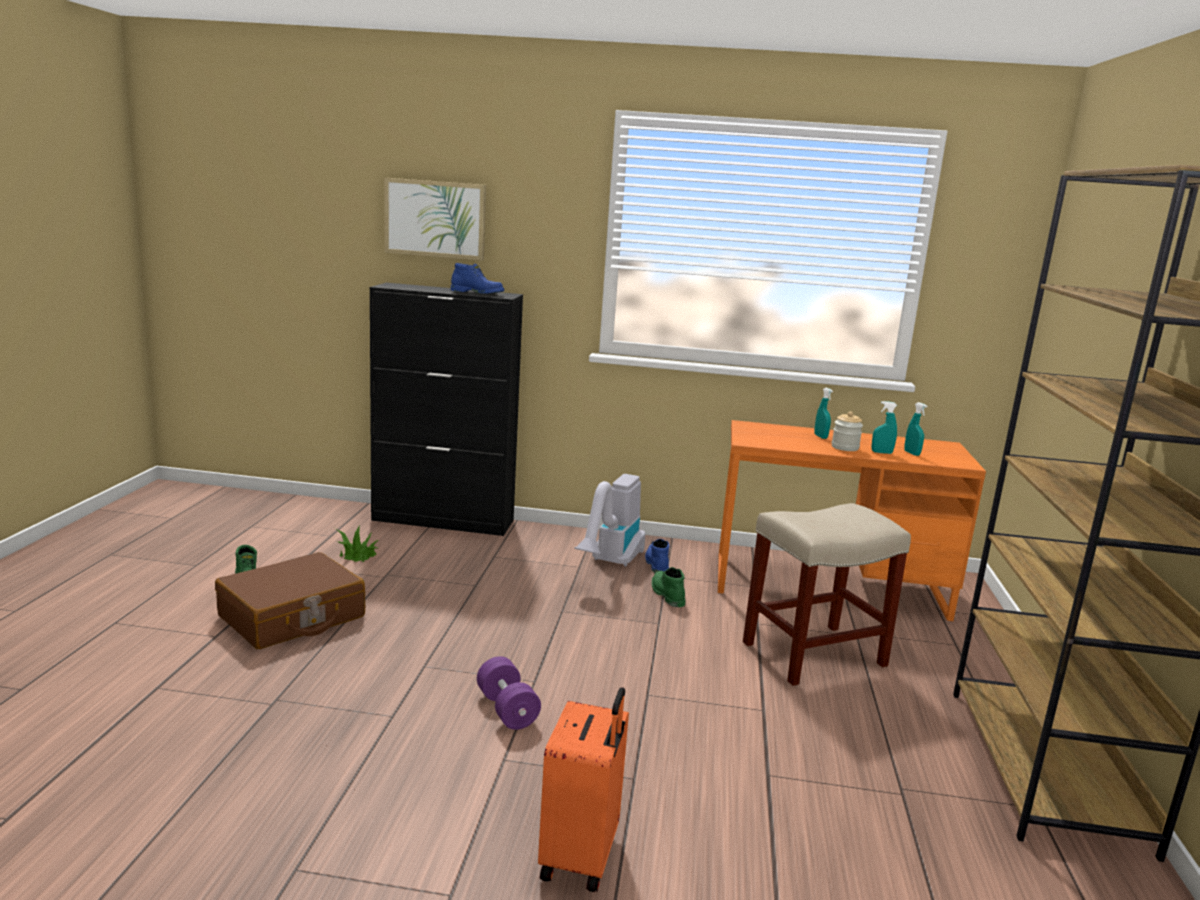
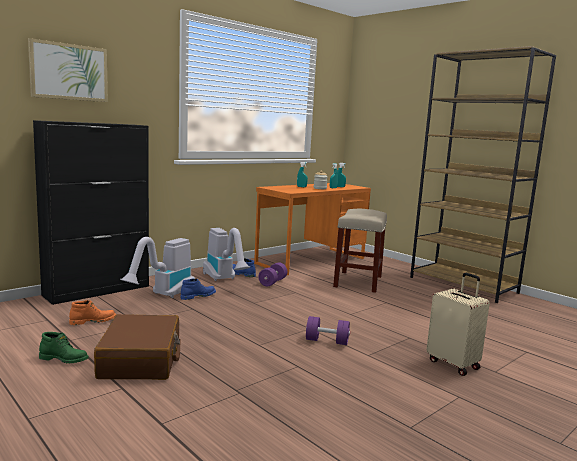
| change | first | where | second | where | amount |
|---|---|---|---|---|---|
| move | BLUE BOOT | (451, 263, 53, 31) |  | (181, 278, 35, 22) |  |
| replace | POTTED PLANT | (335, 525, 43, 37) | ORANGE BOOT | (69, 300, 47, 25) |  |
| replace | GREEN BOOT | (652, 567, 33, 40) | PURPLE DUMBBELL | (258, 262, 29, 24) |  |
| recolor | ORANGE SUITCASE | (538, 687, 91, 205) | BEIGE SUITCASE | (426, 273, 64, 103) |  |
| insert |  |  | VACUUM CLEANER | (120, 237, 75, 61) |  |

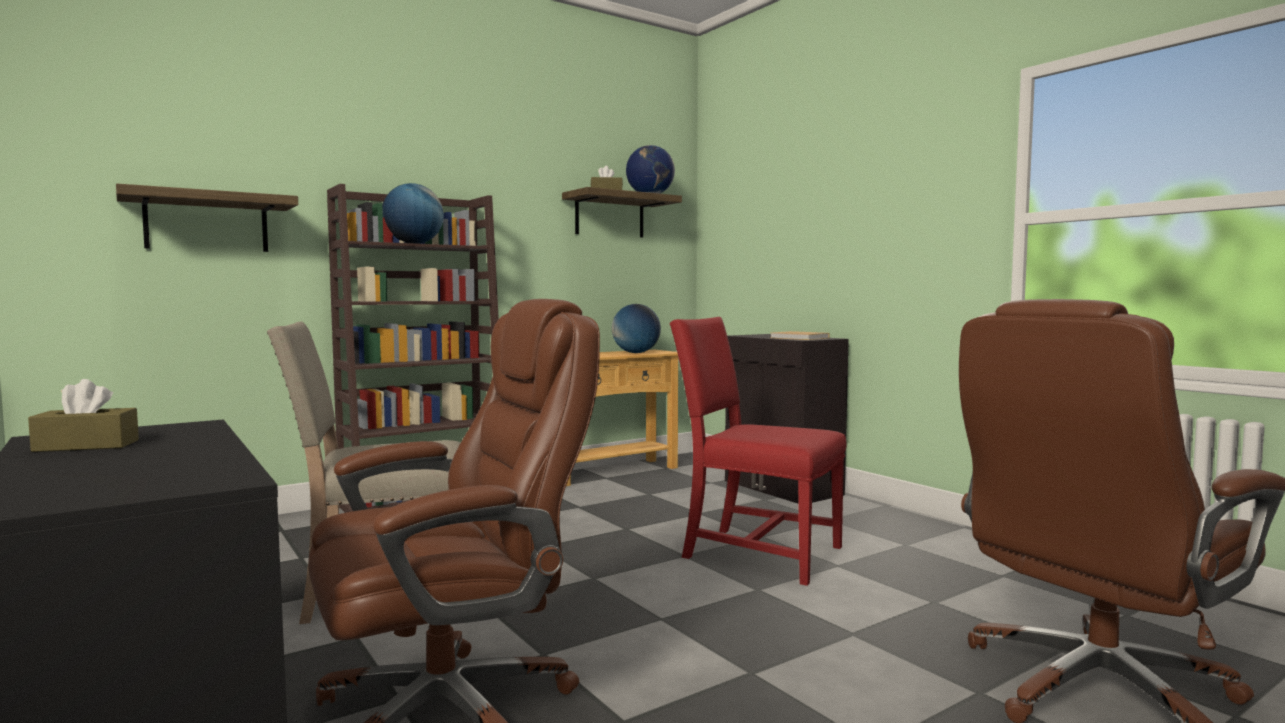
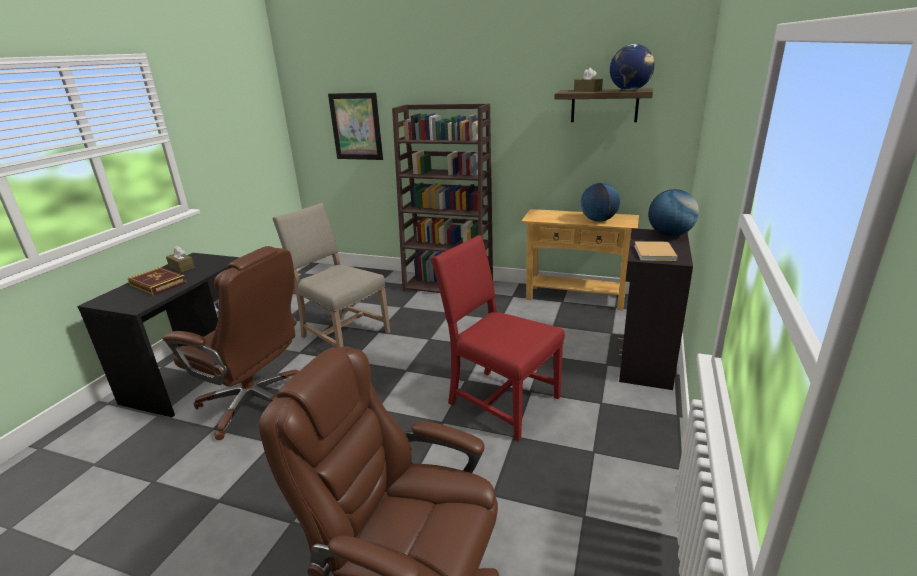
| change | first | where | second | where | amount |
|---|---|---|---|---|---|
| move | GLOBE | (382, 183, 62, 61) |  | (648, 189, 51, 48) |  |
| replace | SHELF | (116, 184, 182, 68) | PICTURE | (328, 93, 55, 67) |  |
| rotate | RED CHAIR | (670, 317, 177, 269) |  | (431, 235, 134, 207) | 45 degrees counterclockwise |
| insert |  |  | BOOK | (127, 267, 60, 28) |  |

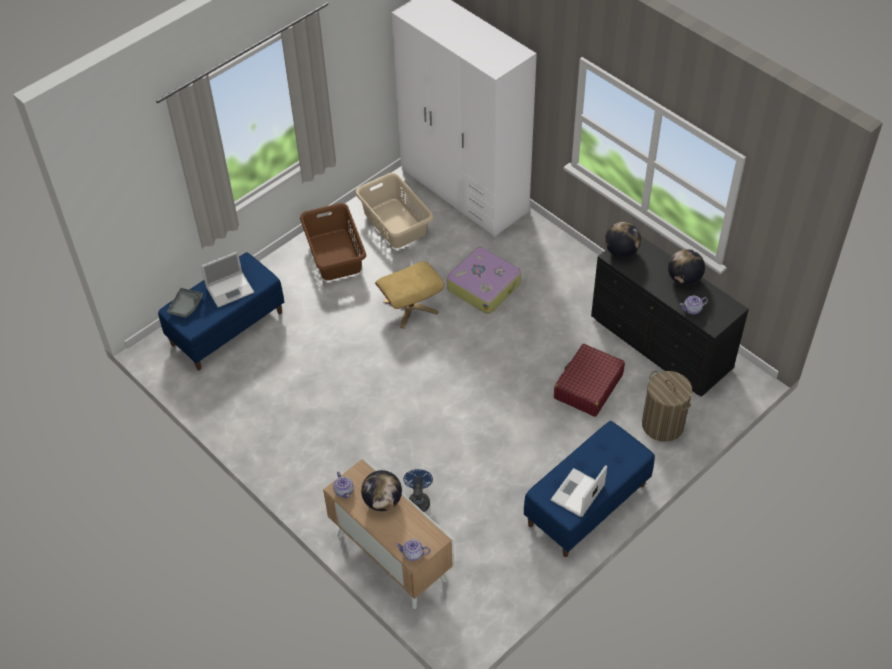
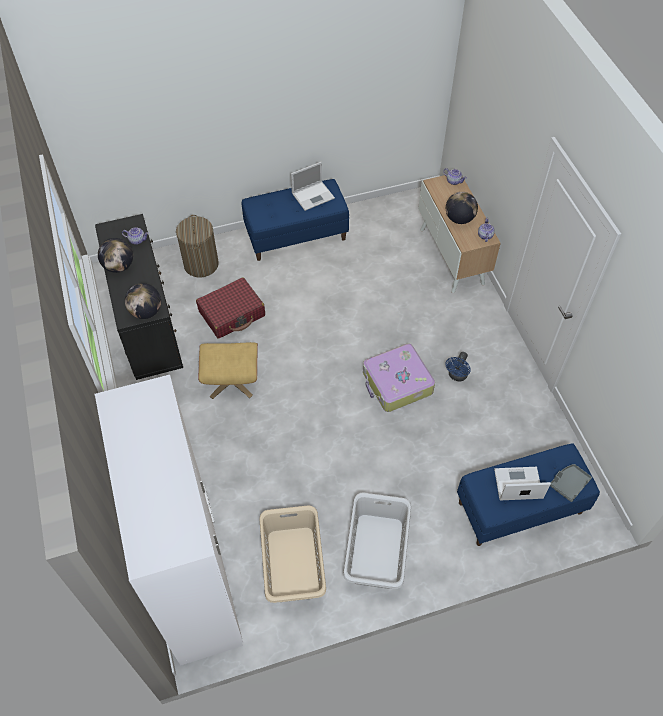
| change | first | where | second | where | amount |
|---|---|---|---|---|---|
| recolor | BROWN LAUNDRY BASKET | (300, 203, 66, 78) | GREY LAUNDRY BASKET | (343, 493, 68, 96) |  |
| move | SUITCASE | (447, 247, 74, 67) |  | (363, 343, 72, 69) |  |
| move | BEIGE OTTOMAN | (375, 261, 69, 67) |  | (198, 342, 60, 57) |  |
| move | BLUE FAN | (403, 469, 30, 43) |  | (445, 352, 26, 29) |  |

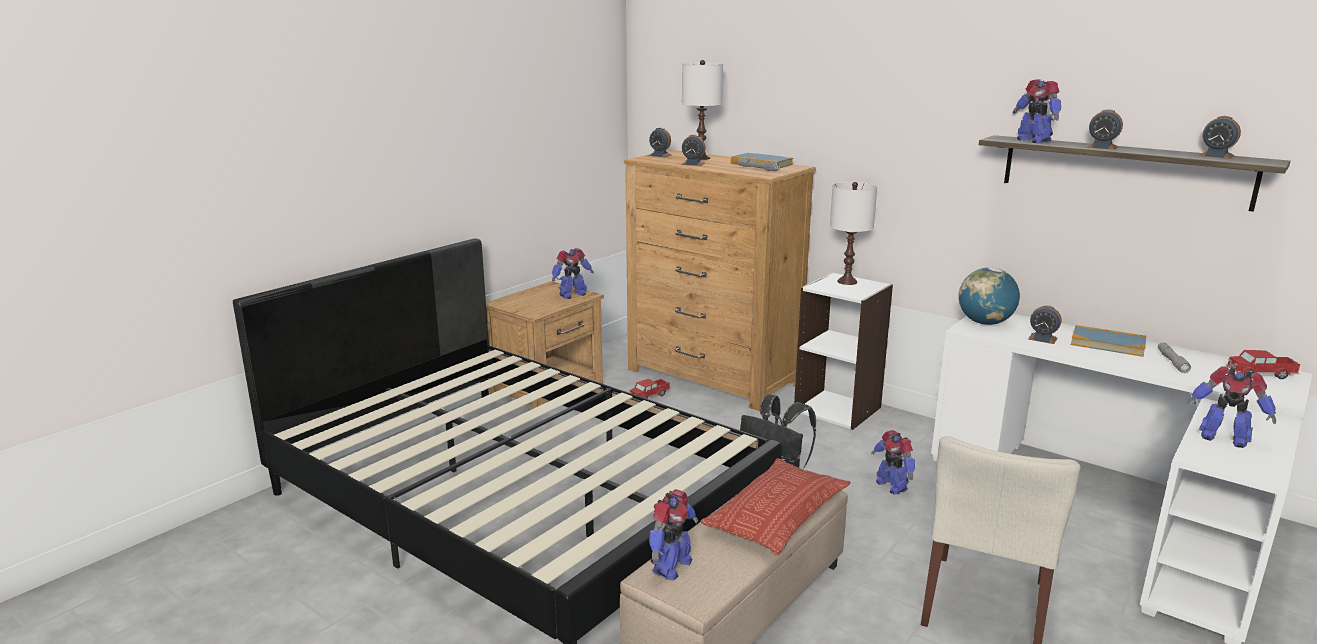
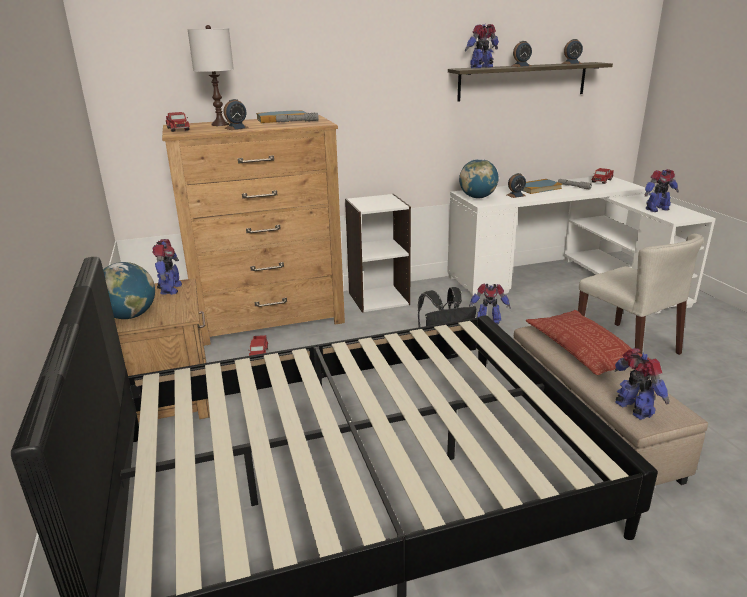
| change | first | where | second | where | amount |
|---|---|---|---|---|---|
| rotate | TOY ROBOT | (1012, 79, 49, 64) |  | (465, 24, 34, 44) | 135 degrees clockwise |
| replace | ALARM CLOCK | (648, 128, 23, 29) | TOY TRUCK | (166, 112, 24, 20) |  |
| delete | WHITE TABLE LAMP | (830, 182, 47, 103) |  |  |  |
| insert |  |  | GLOBE | (103, 262, 52, 57) |  |

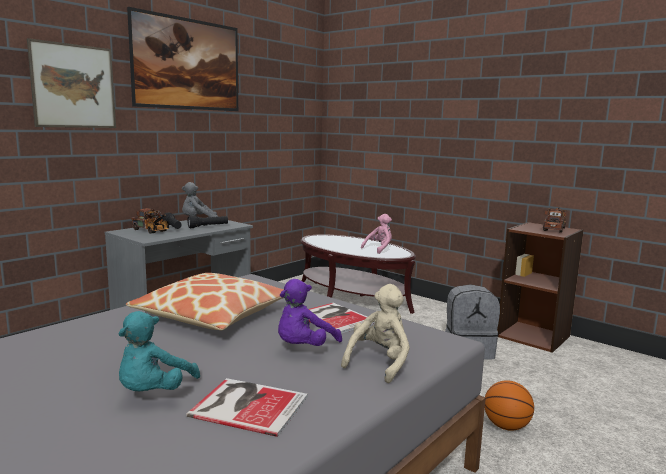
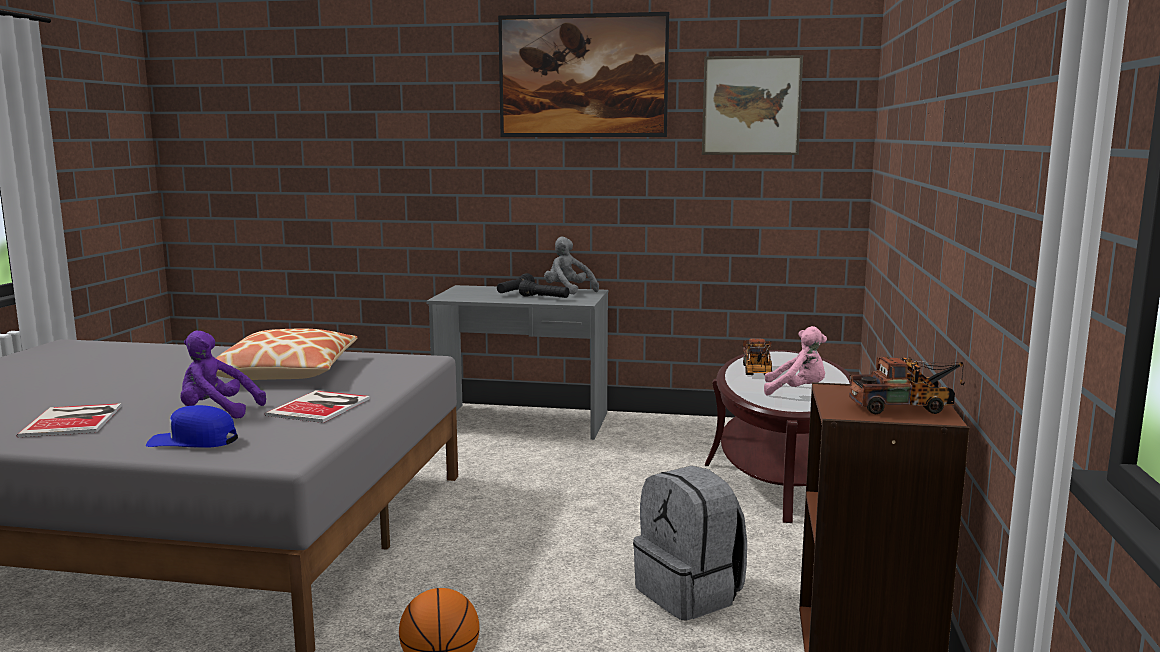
| change | first | where | second | where | amount |
|---|---|---|---|---|---|
| move | PICTURE | (27, 38, 89, 90) |  | (702, 55, 101, 100) |  |
| move | TOY TRUCK | (131, 208, 38, 26) |  | (743, 338, 29, 37) |  |
| replace | BEIGE PLUSH TOY | (341, 284, 69, 99) | BLUE CAP | (146, 405, 92, 43) |  |
| delete | TURQUOISE PLUSH TOY | (118, 311, 82, 81) |  |  |  |

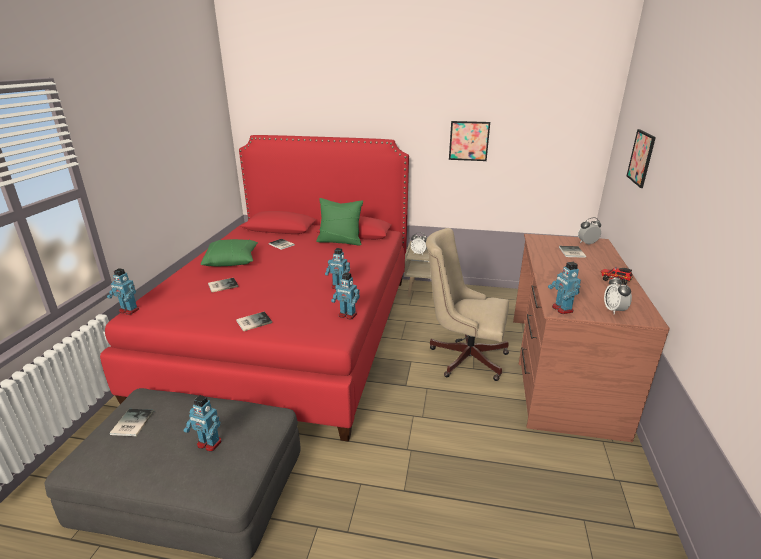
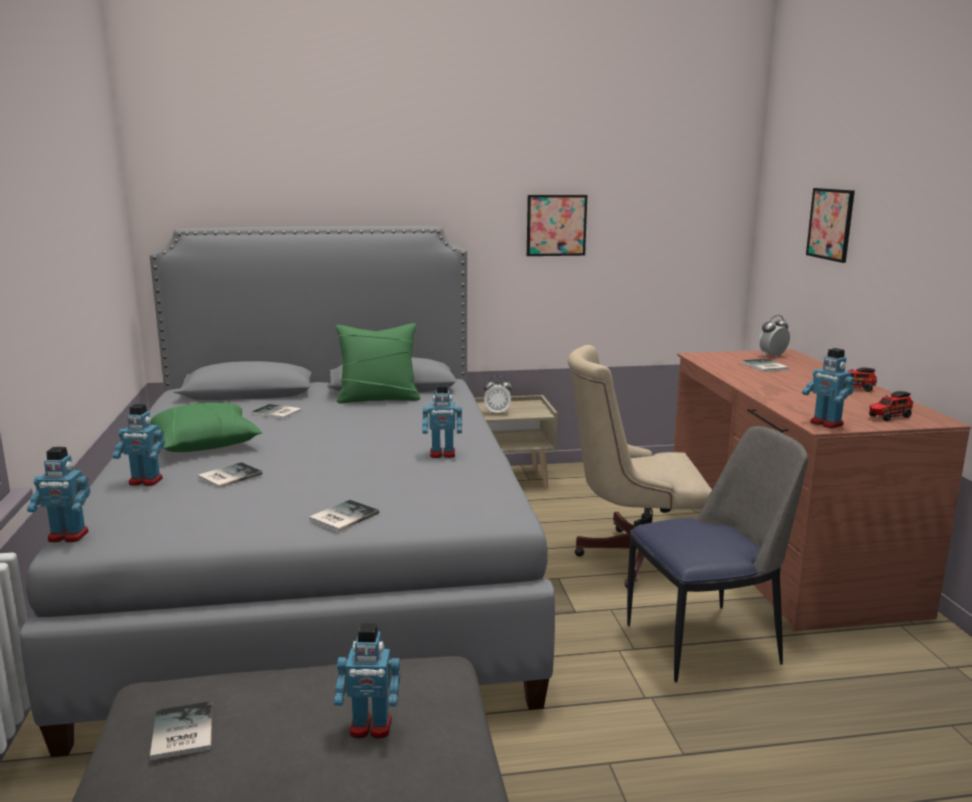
| change | first | where | second | where | amount |
|---|---|---|---|---|---|
| recolor | RED BED | (100, 135, 309, 307) | GREY BED | (20, 226, 535, 531) |  |
| move | TOY ROBOT | (331, 272, 29, 47) |  | (113, 404, 52, 82) |  |
| replace | ALARM CLOCK | (604, 276, 28, 39) | TOY TRUCK | (869, 391, 44, 30) |  |
| insert |  |  | CHAIR | (627, 426, 181, 257) |  |

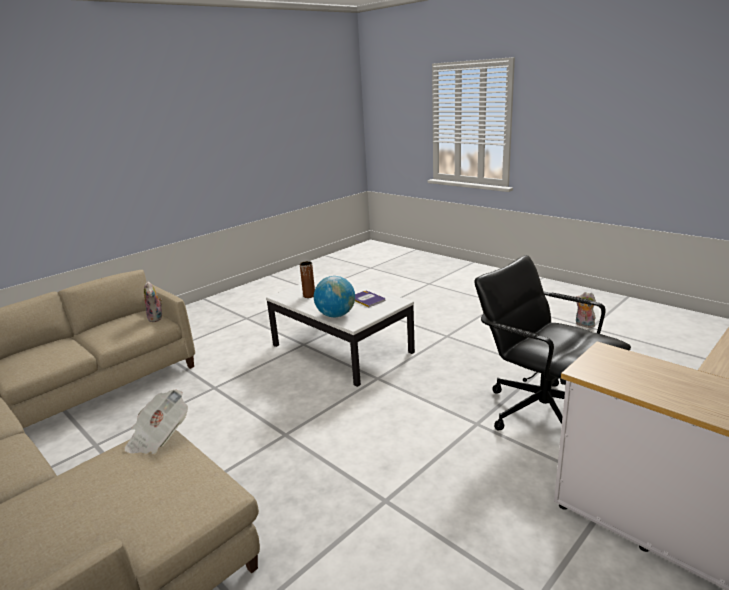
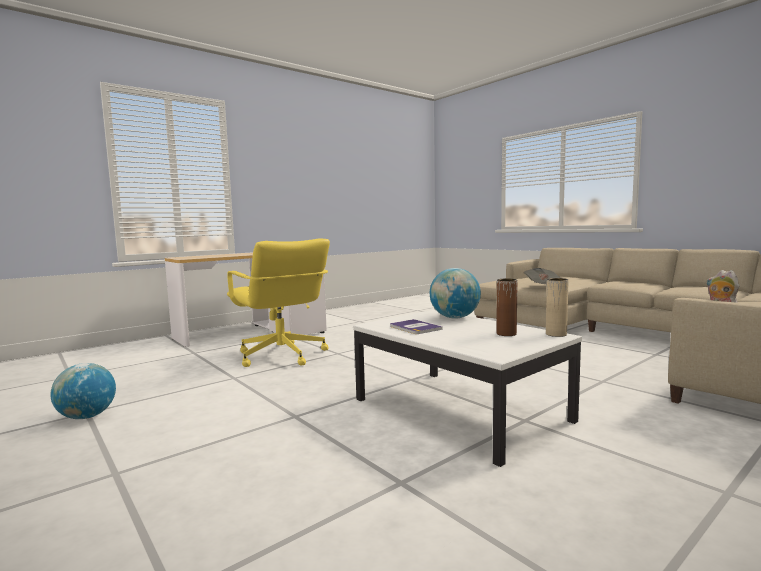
| change | first | where | second | where | amount |
|---|---|---|---|---|---|
| recolor | BLACK OFFICE CHAIR | (474, 255, 157, 175) | YELLOW OFFICE CHAIR | (227, 239, 103, 128) |  |
| replace | PLUSH TOY | (576, 292, 20, 36) | GLOBE | (50, 363, 66, 56) |  |
| insert |  |  | BEIGE VASE | (546, 278, 23, 59) |  |

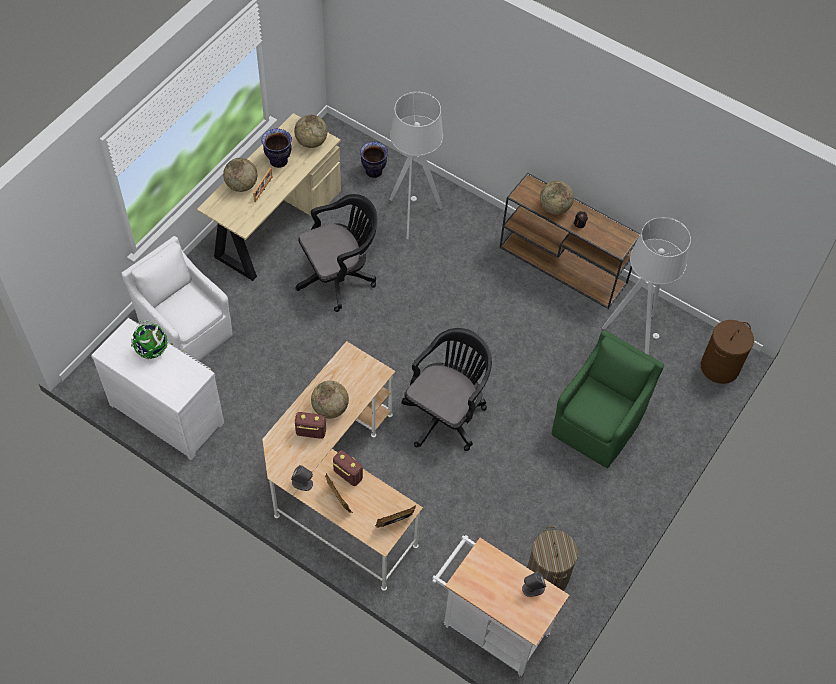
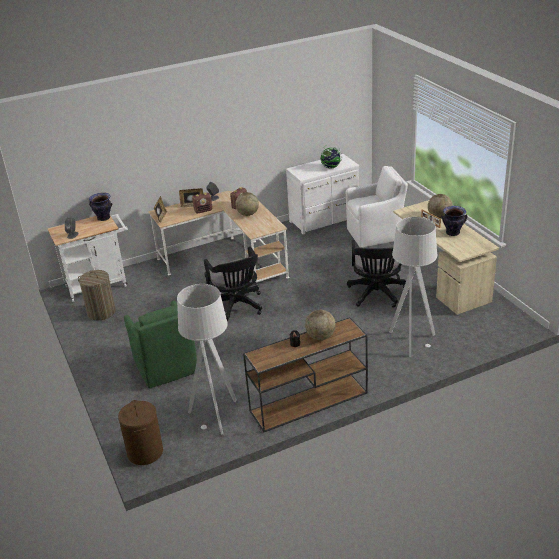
| change | first | where | second | where | amount |
|---|---|---|---|---|---|
| delete | GLOBE | (294, 115, 33, 33) |  |  |  |
| move | VASE | (360, 142, 28, 36) |  | (89, 193, 23, 28) |  |

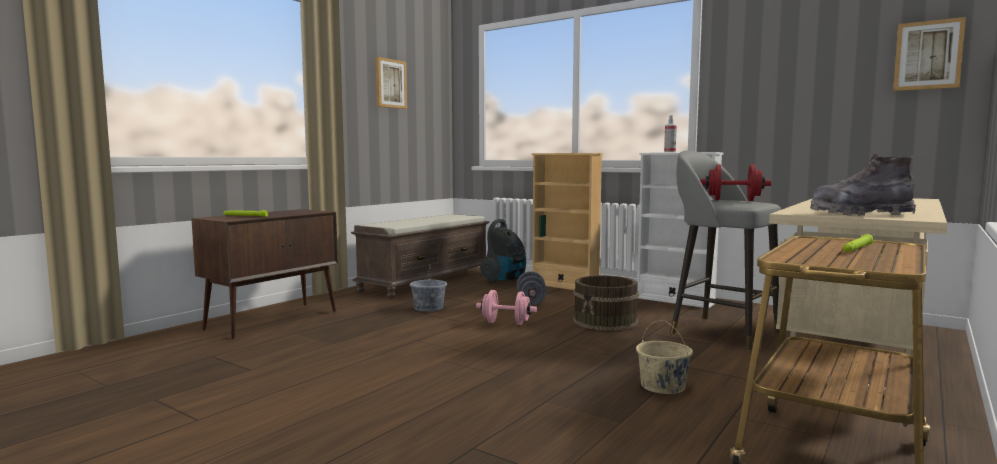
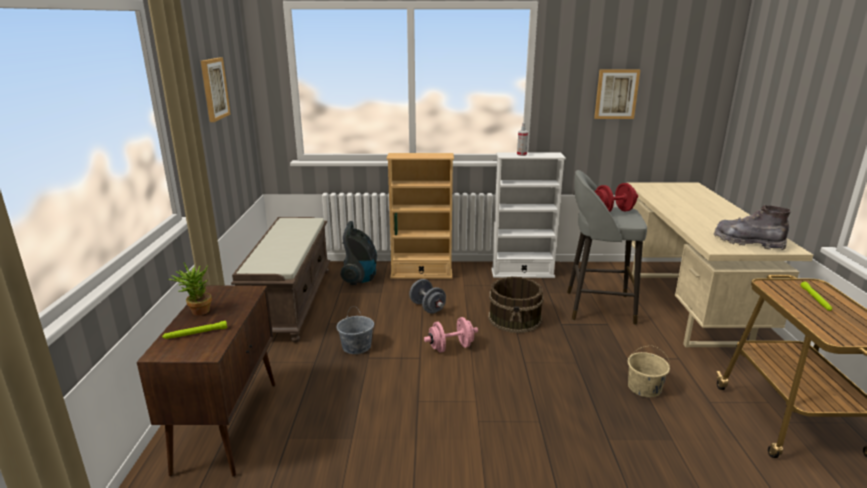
| change | first | where | second | where | amount |
|---|---|---|---|---|---|
| move | PICTURE | (893, 17, 73, 74) |  | (594, 69, 46, 50) |  |
| rotate | GREY BOOT | (810, 154, 106, 62) |  | (714, 205, 77, 45) | 60 degrees clockwise |
| insert |  |  | POTTED PLANT | (168, 263, 44, 52) |  |

